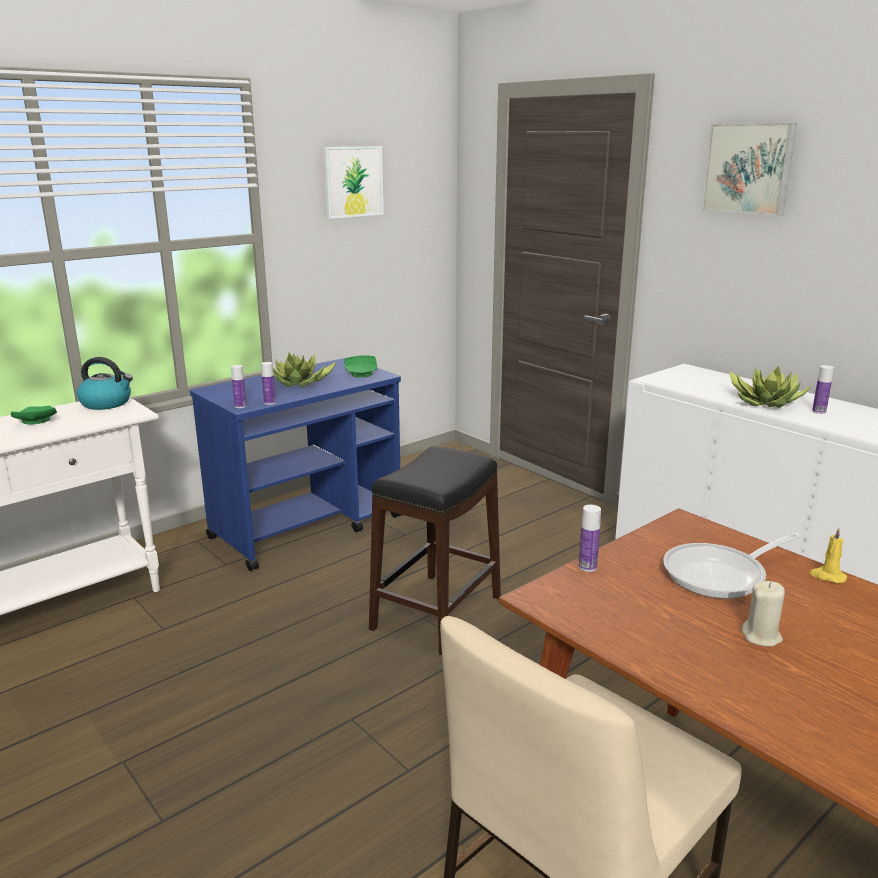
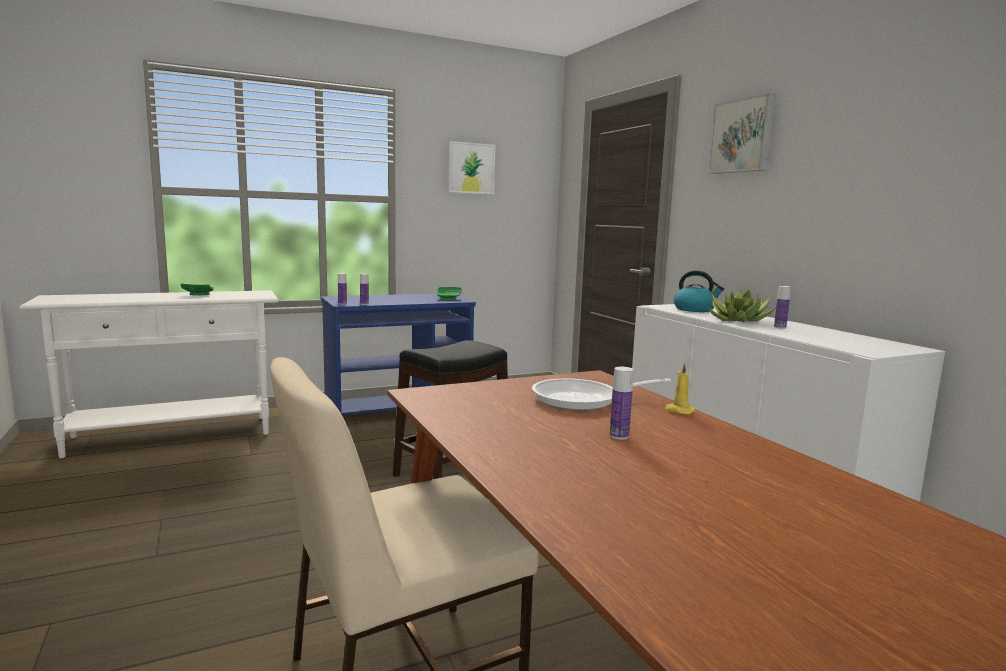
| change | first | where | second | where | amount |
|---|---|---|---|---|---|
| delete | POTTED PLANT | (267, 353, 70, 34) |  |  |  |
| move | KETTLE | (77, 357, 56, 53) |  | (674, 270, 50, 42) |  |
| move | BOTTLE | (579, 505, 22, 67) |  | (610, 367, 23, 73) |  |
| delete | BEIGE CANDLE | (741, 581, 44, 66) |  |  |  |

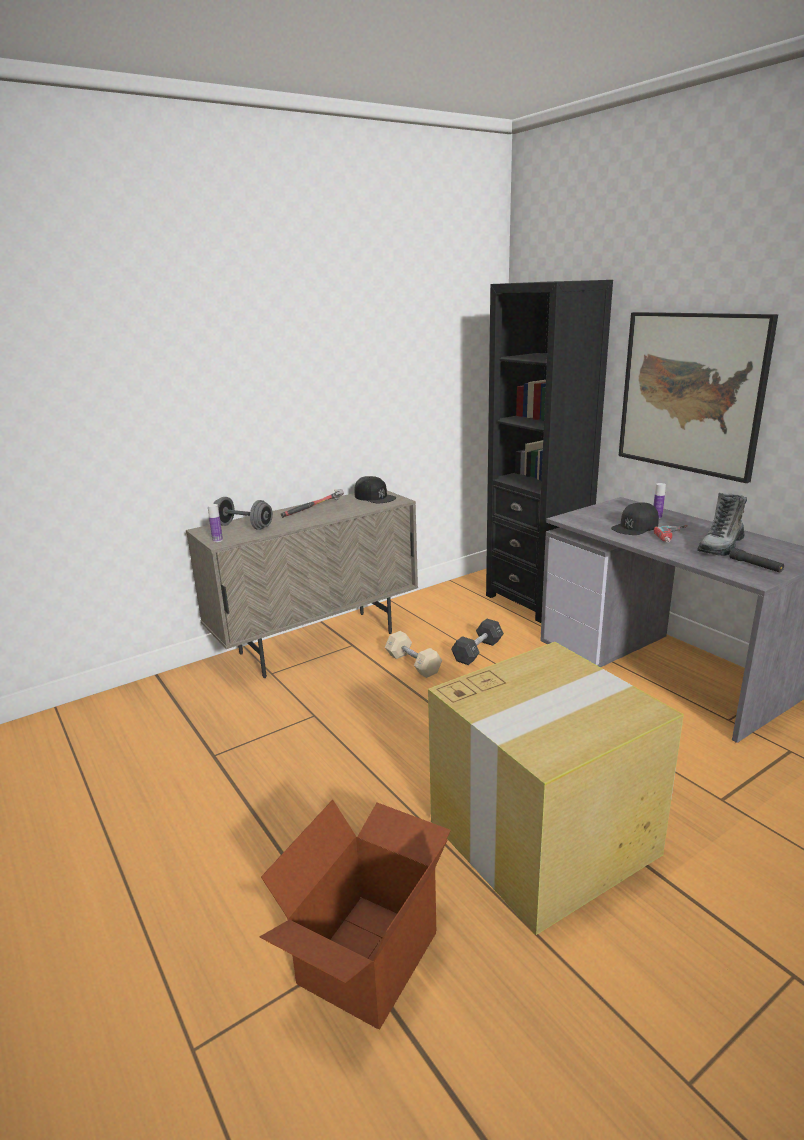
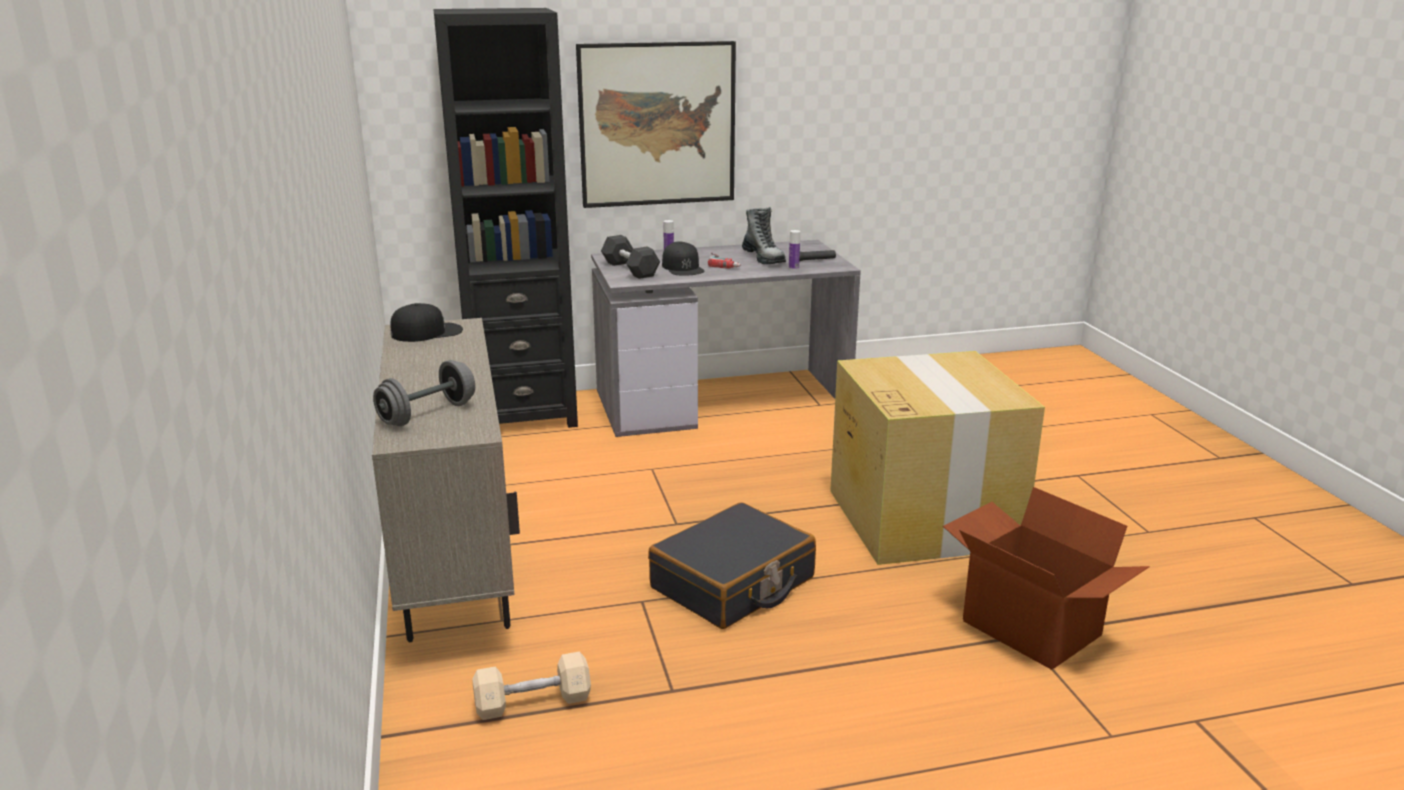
| change | first | where | second | where | amount |
|---|---|---|---|---|---|
| delete | HAMMER | (281, 489, 63, 29) |  |  |  |
| move | BOTTLE | (208, 504, 15, 38) |  | (789, 230, 11, 40) |  |
| move | BLACK DUMBBELL | (451, 619, 53, 46) |  | (601, 235, 59, 44) |  |
| move | BEIGE DUMBBELL | (385, 631, 57, 47) |  | (472, 651, 119, 69) |  |
| insert |  |  | BLACK SUITCASE | (648, 502, 168, 127) |  |

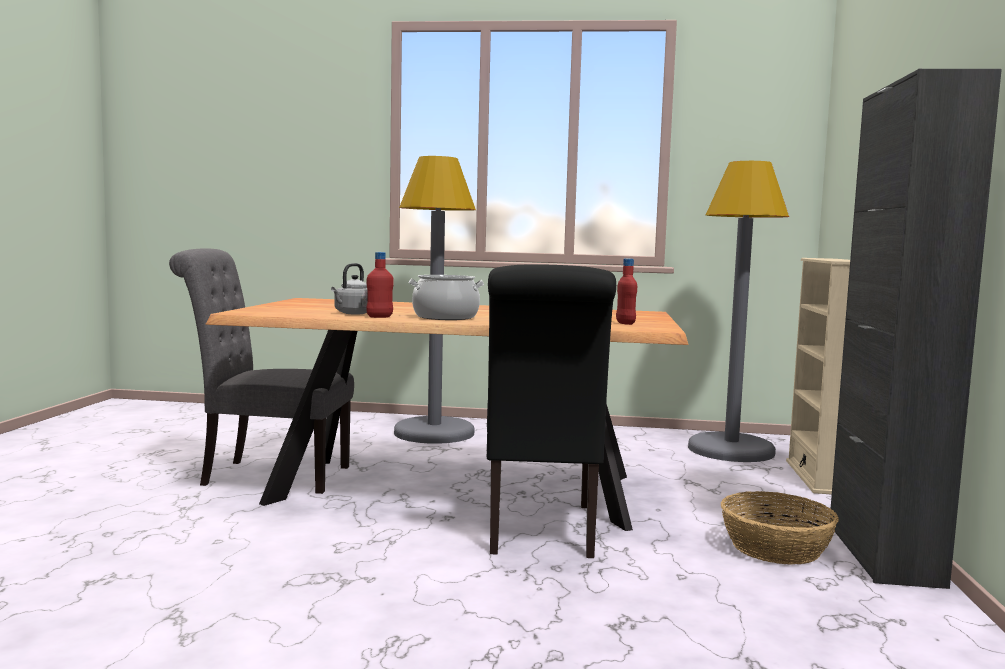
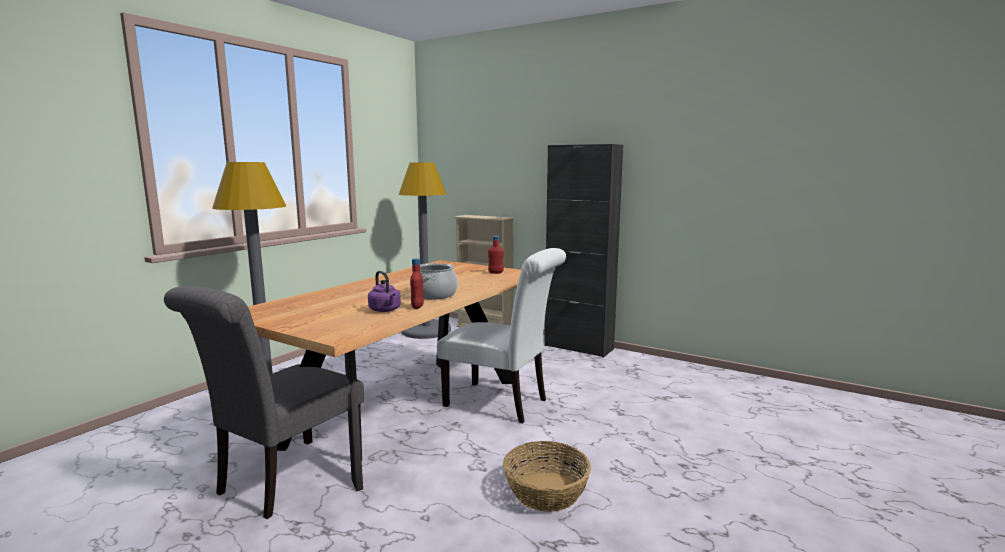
| change | first | where | second | where | amount |
|---|---|---|---|---|---|
| recolor | GREY KETTLE | (331, 263, 37, 51) | PURPLE KETTLE | (368, 271, 33, 41) |  |
| recolor | BLACK CHAIR | (487, 264, 129, 294) | WHITE CHAIR | (437, 248, 129, 175) |  |
| move | BASKET | (721, 491, 118, 74) |  | (503, 441, 88, 71) |  |

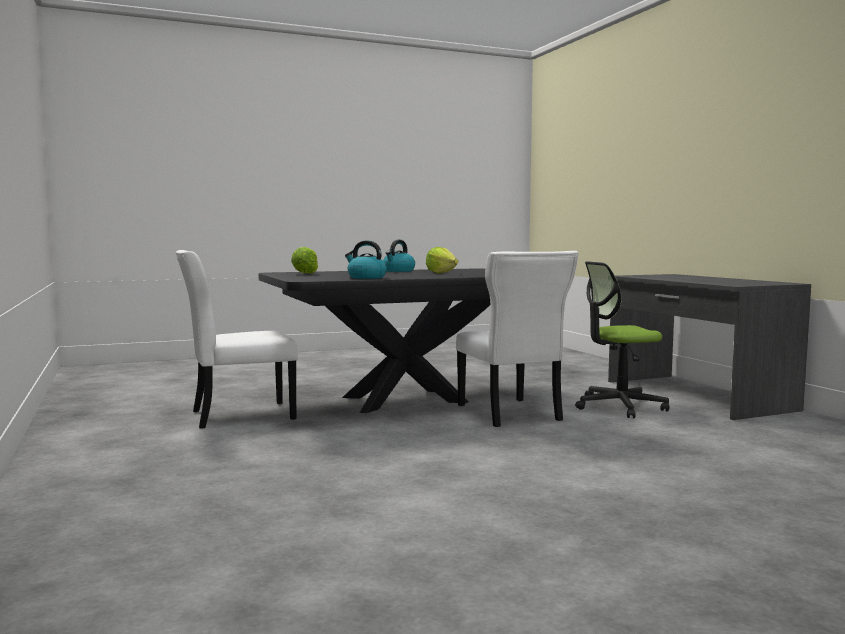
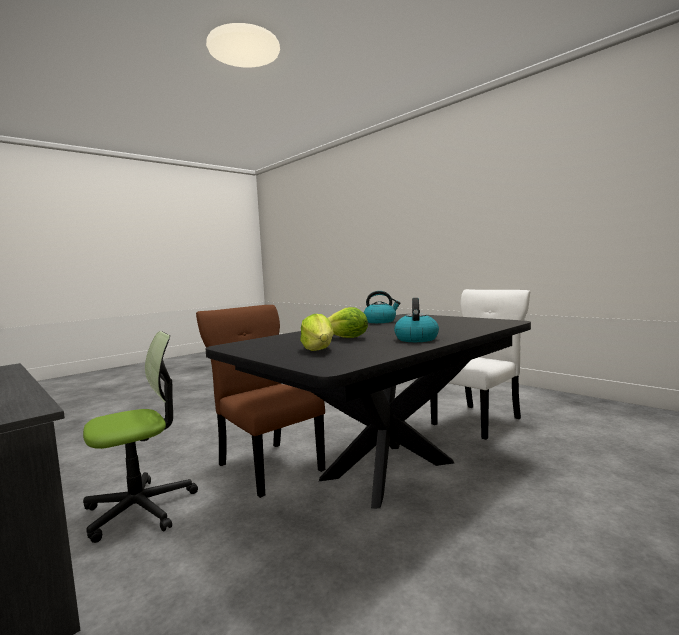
| change | first | where | second | where | amount |
|---|---|---|---|---|---|
| move | LETTUCE | (291, 247, 27, 27) |  | (300, 314, 34, 37) |  |
| recolor | WHITE CHAIR | (456, 251, 123, 176) | BROWN CHAIR | (196, 305, 129, 193) |  |

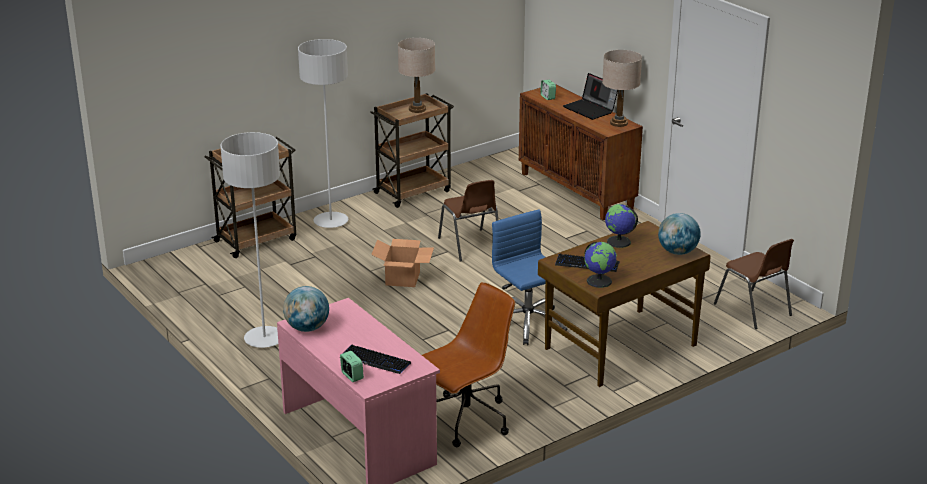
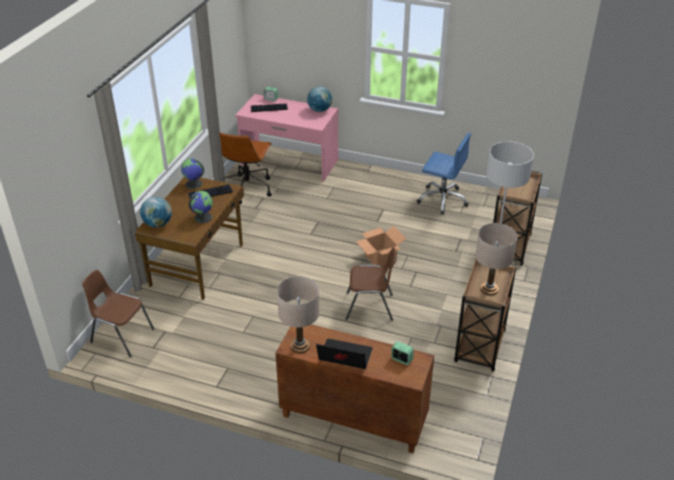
| change | first | where | second | where | amount |
|---|---|---|---|---|---|
| delete | GREY FLOOR LAMP | (220, 132, 60, 216) |  |  |  |
| rotate | BROWN CHAIR | (438, 180, 60, 82) |  | (345, 247, 51, 74) | 150 degrees clockwise |
| move | BLUE OFFICE CHAIR | (492, 209, 75, 136) |  | (417, 133, 54, 82) |  |

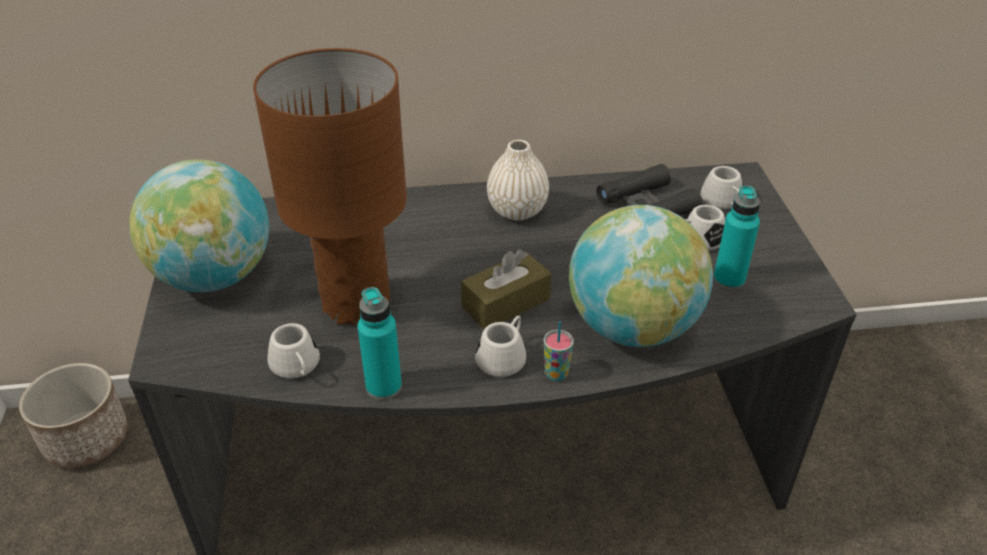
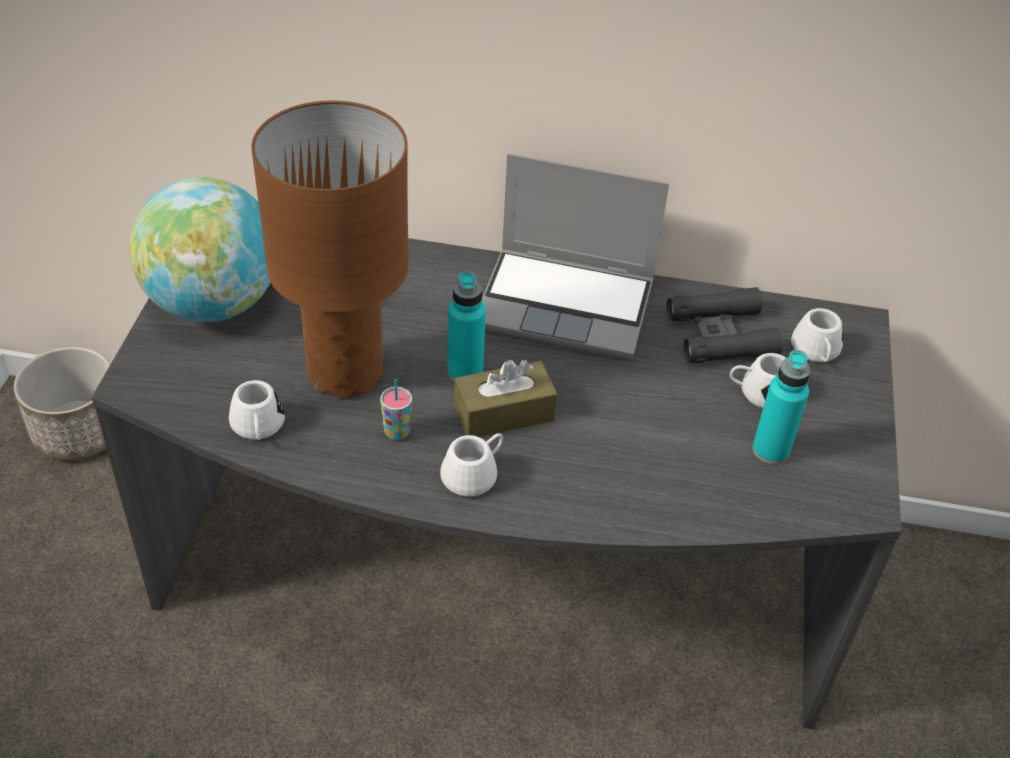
| change | first | where | second | where | amount |
|---|---|---|---|---|---|
| replace | WHITE VASE | (487, 140, 62, 81) | LAPTOP | (482, 154, 187, 205) |  |
| delete | GLOBE | (569, 205, 144, 142) |  |  |  |
| move | TURQUOISE BOTTLE | (358, 287, 44, 113) |  | (447, 272, 39, 110) |  |
| move | CUP | (544, 321, 30, 60) |  | (380, 379, 32, 62) |  |

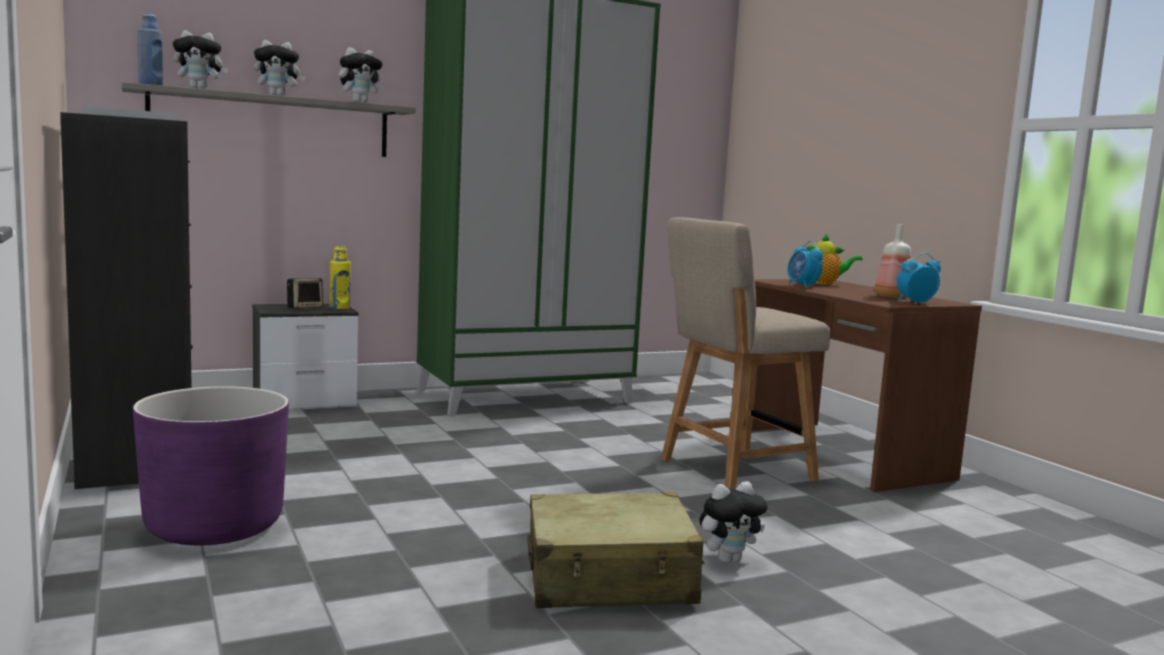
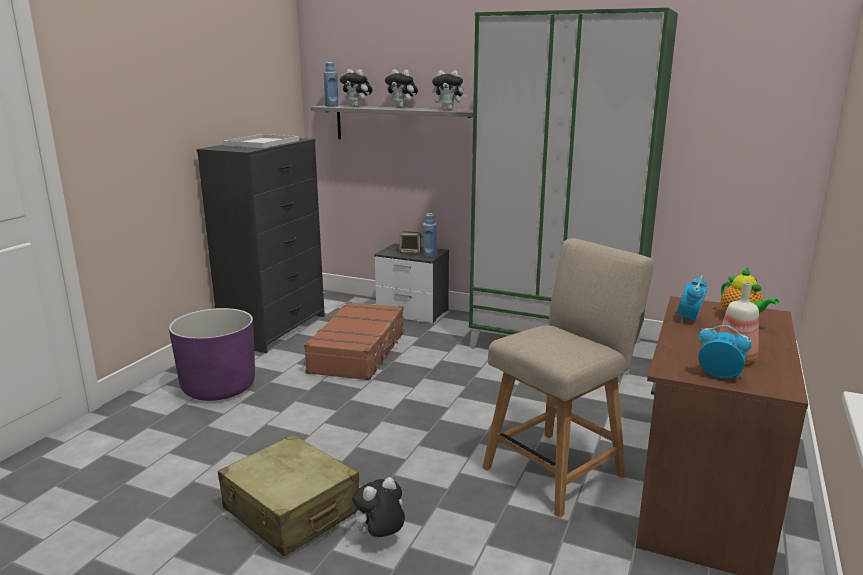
| change | first | where | second | where | amount |
|---|---|---|---|---|---|
| rotate | BEIGE CHAIR | (661, 217, 169, 272) |  | (482, 238, 172, 280) | 120 degrees clockwise |
| recolor | YELLOW BOTTLE | (330, 246, 21, 64) | BLUE BOTTLE | (423, 213, 14, 44) |  |
| rotate | PLUSH TOY | (699, 481, 69, 82) |  | (351, 477, 54, 62) | 120 degrees clockwise |
| insert |  |  | BROWN SUITCASE | (304, 301, 102, 80) |  |

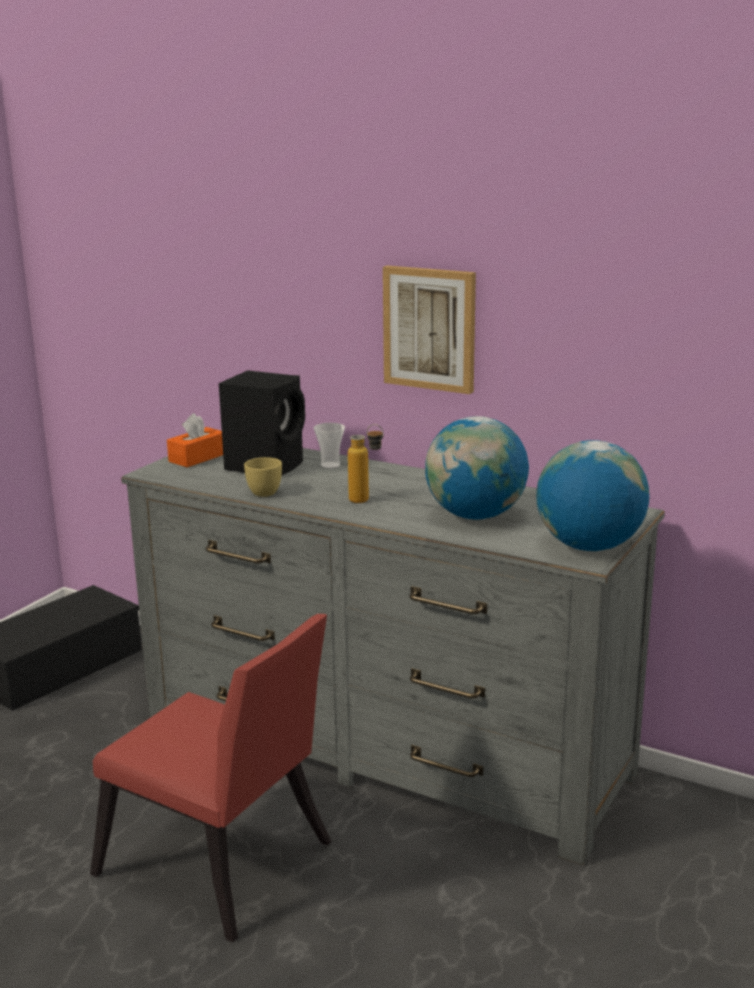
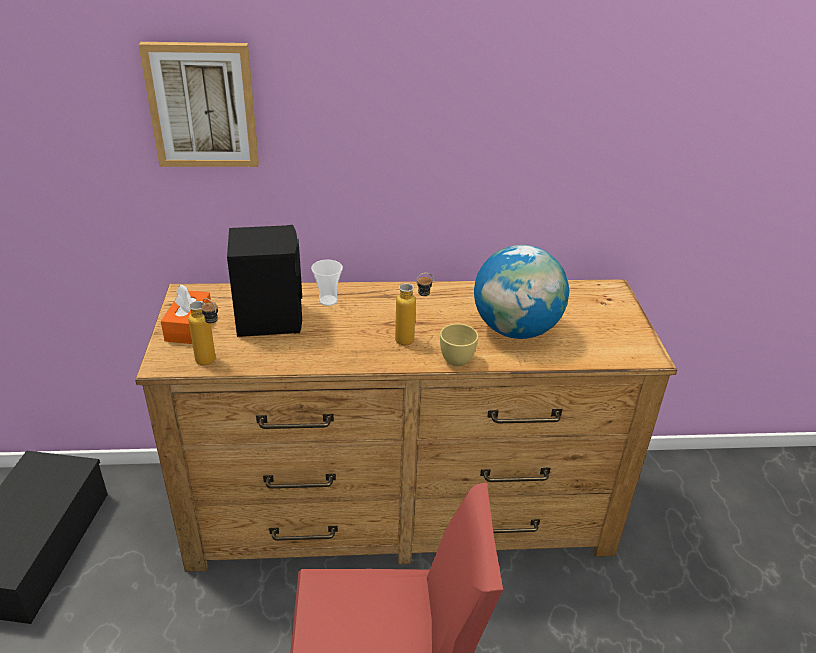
| change | first | where | second | where | amount |
|---|---|---|---|---|---|
| move | PICTURE | (383, 266, 93, 128) |  | (138, 42, 121, 125) |  |
| delete | GLOBE | (536, 440, 113, 111) |  |  |  |
| recolor | GREY DRESSER | (121, 448, 544, 417) | BROWN DRESSER | (135, 279, 542, 293) |  |
| move | YELLOW CUP | (244, 457, 38, 40) |  | (440, 324, 38, 42) |  |
| insert |  |  | BOTTLE | (188, 298, 30, 67) |  |

